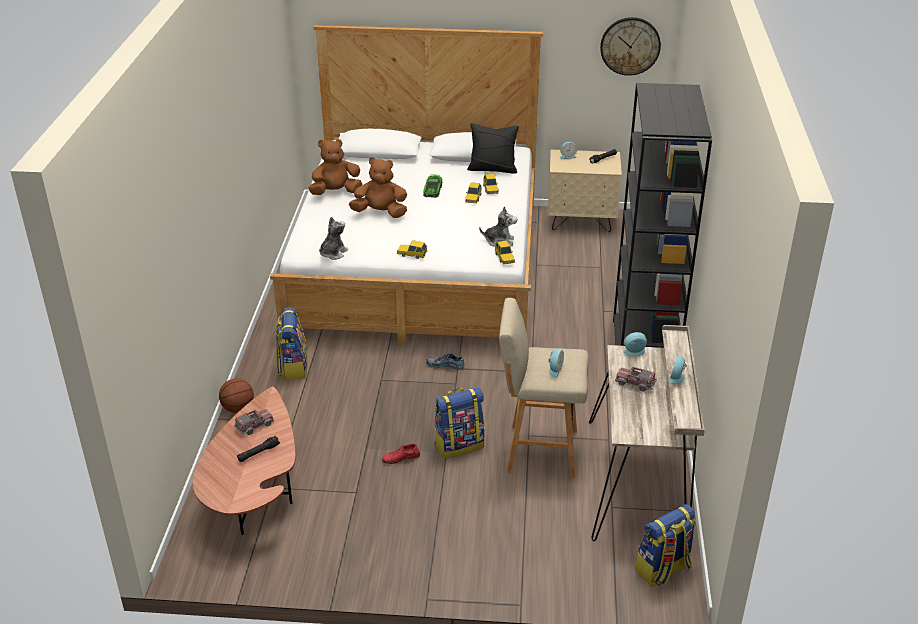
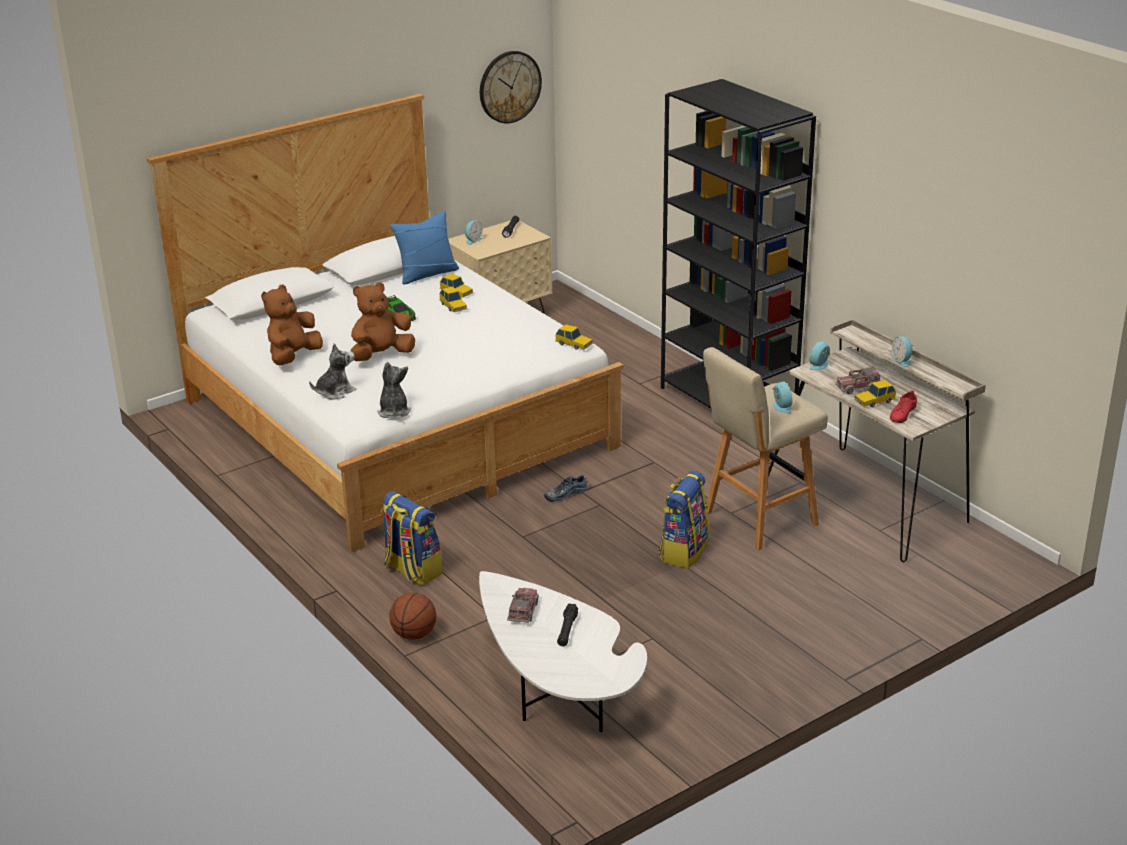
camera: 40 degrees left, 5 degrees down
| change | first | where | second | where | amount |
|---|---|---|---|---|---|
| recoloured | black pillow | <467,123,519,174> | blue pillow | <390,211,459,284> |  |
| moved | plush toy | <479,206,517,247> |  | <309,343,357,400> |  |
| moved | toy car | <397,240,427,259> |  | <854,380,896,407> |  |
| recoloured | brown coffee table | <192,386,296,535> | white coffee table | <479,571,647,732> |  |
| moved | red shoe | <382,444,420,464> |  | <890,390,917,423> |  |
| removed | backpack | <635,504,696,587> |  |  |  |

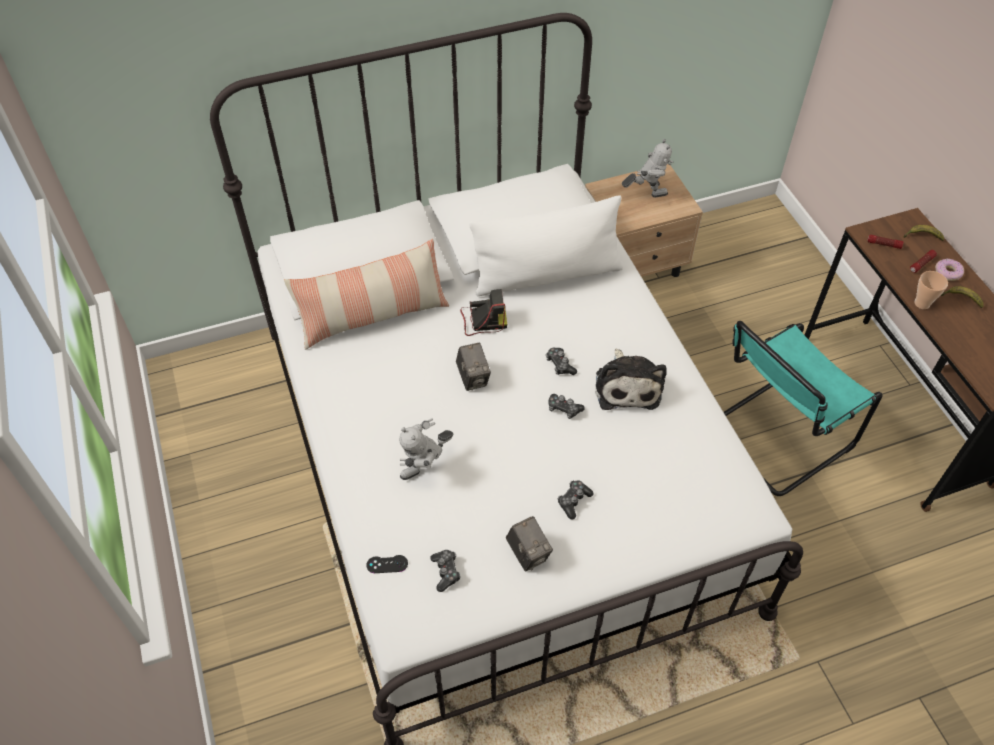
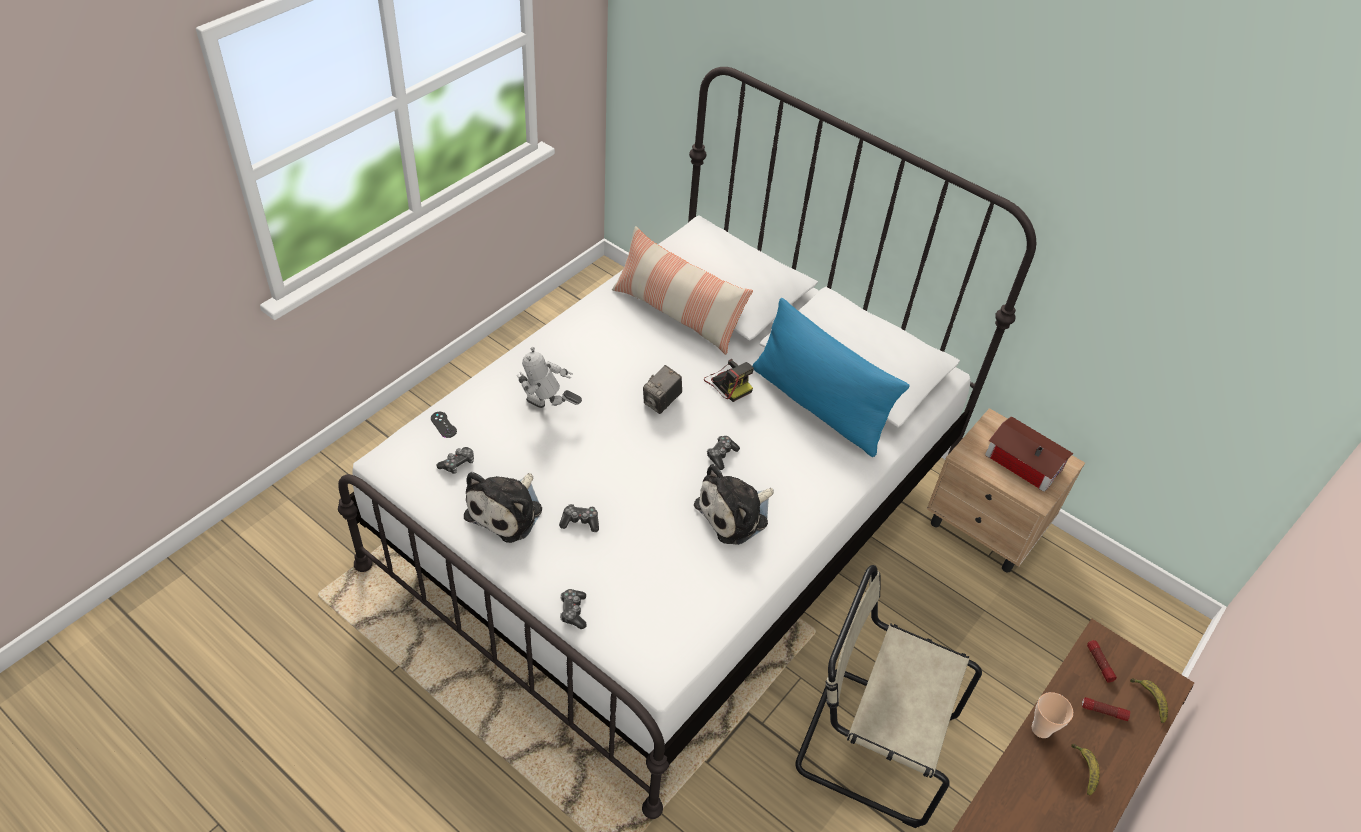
camera: 55 degrees right, 5 degrees down
| change | first | where | second | where | amount |
|---|---|---|---|---|---|
| replaced | toy robot | <622,139,673,198> | toy house | <985,416,1074,492> |  |
| recoloured | white pillow | <469,196,623,296> | blue pillow | <752,298,910,457> |  |
| removed | donut | <935,259,964,281> |  |  |  |
| recoloured | turquoise chair | <724,321,883,496> | beige chair | <795,565,982,828> |  |
| moved | game controller | <548,394,585,419> |  | <560,589,587,629> |  |
| replaced | photo camera | <506,516,553,572> | plush toy | <464,472,542,543> |  |

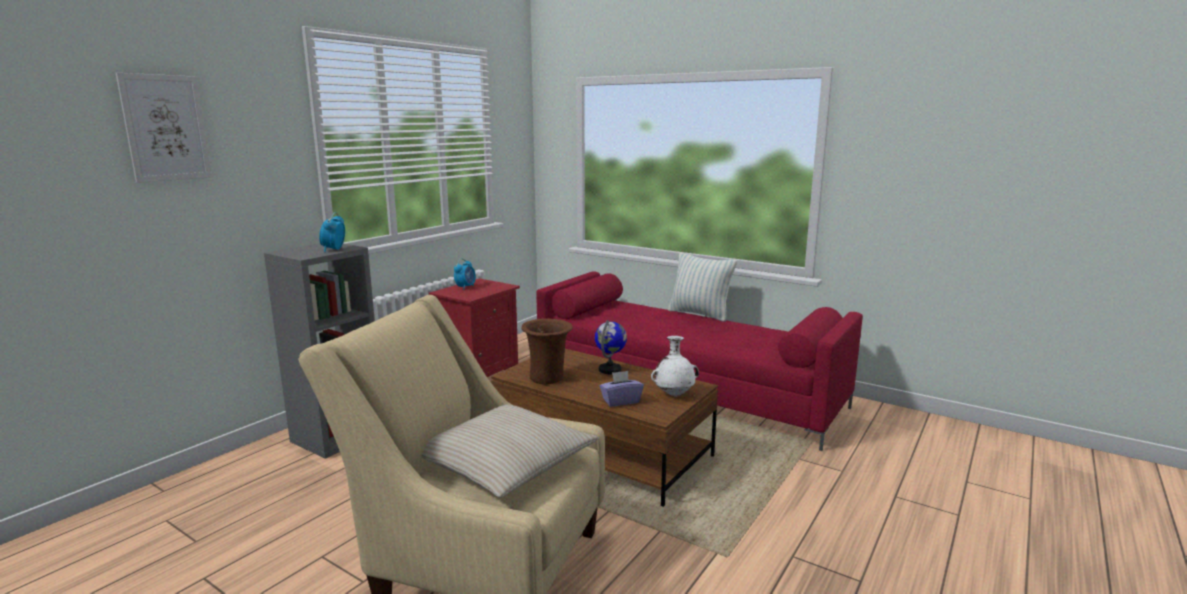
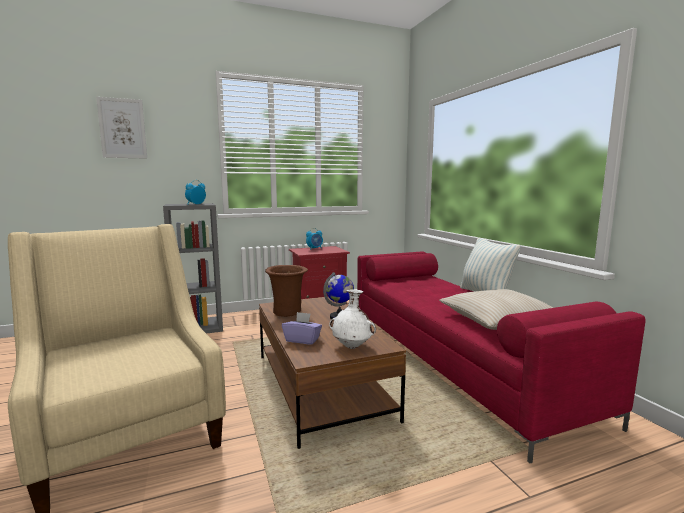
camera: 35 degrees right, 5 degrees down
| change | first | where | second | where | amount |
|---|---|---|---|---|---|
| moved | beige pillow | <421,404,599,498> |  | <439,289,553,330> |  |

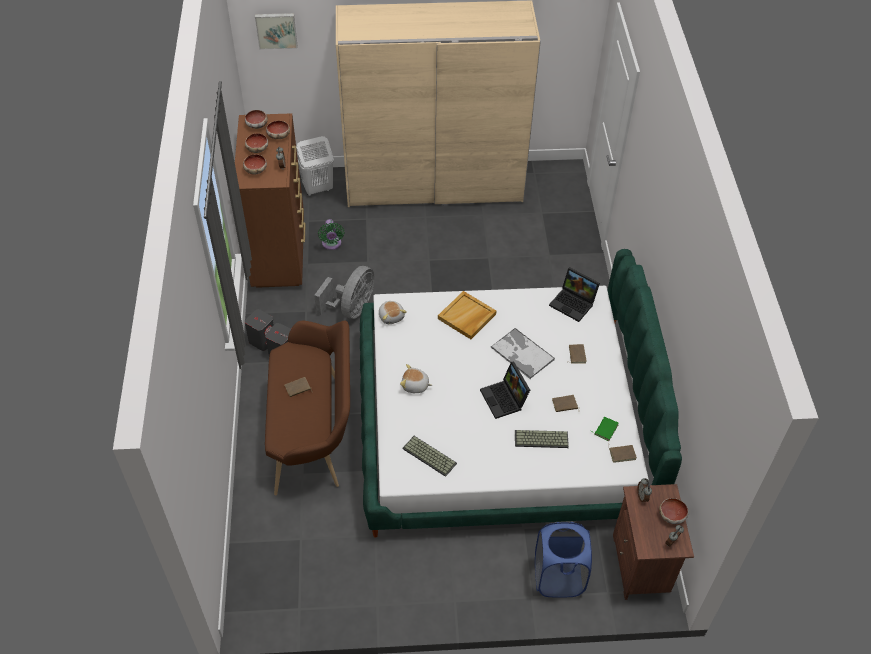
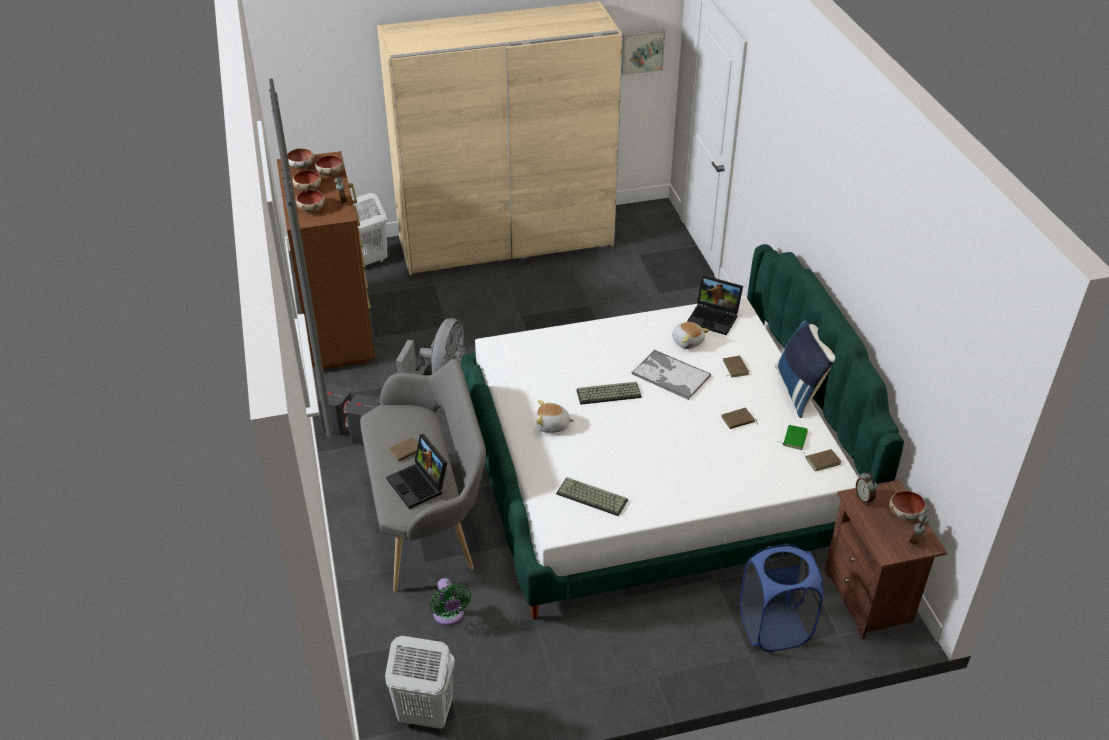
camera: 10 degrees left, 10 degrees down
| change | first | where | second | where | amount |
|---|---|---|---|---|---|
| moved | picture | <255,13,297,49> |  | <621,29,665,75> |  |
| moved | green fan | <318,219,345,250> |  | <430,578,471,626> |  |
| removed | beige tray | <438,291,496,339> |  |  |  |
| moved | plush toy | <379,301,407,324> |  | <672,322,709,349> |  |
| recoloured | brown bench | <265,321,350,495> | grey bench | <360,359,486,592> |  |
| moved | laptop | <480,361,530,419> |  | <386,434,447,509> |  |
| moved | keyboard | <515,430,569,448> |  | <576,382,642,405> |  |
| added |  |  | blue pillow | <775,321,835,418> |  |
| added |  |  | white laundry basket | <385,636,455,729> |  |

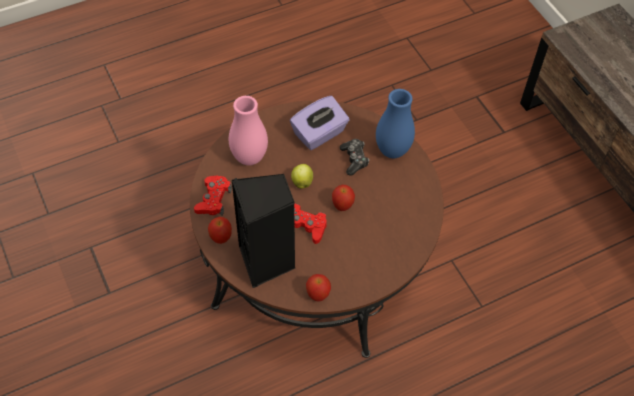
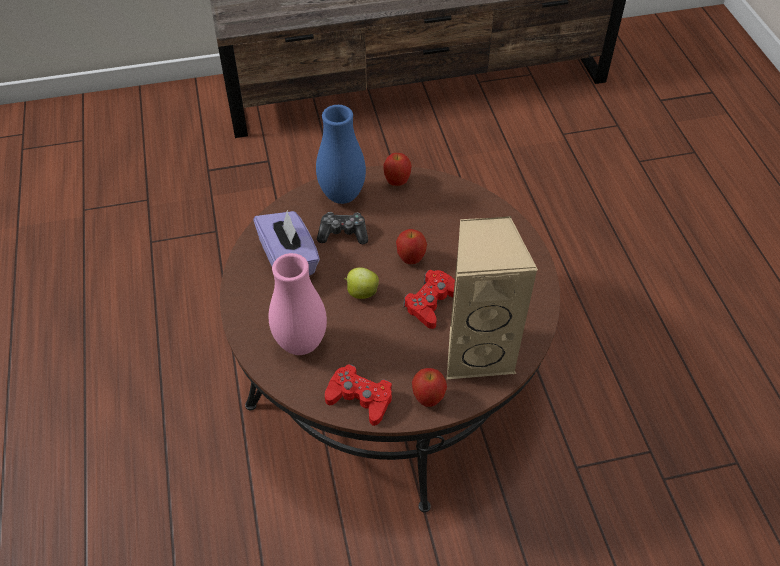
camera: 75 degrees left, 5 degrees down
| change | first | where | second | where | amount |
|---|---|---|---|---|---|
| recoloured | black speaker | <232,174,295,288> | beige speaker | <447,216,538,379> |  |
| moved | apple | <306,274,331,301> |  | <383,153,412,186> |  |

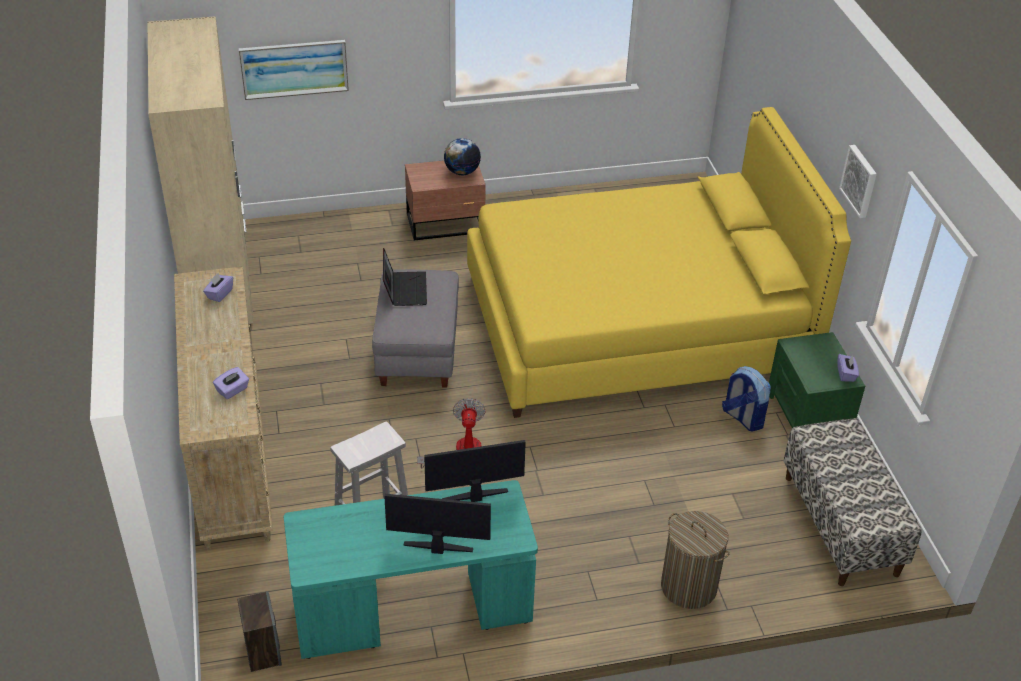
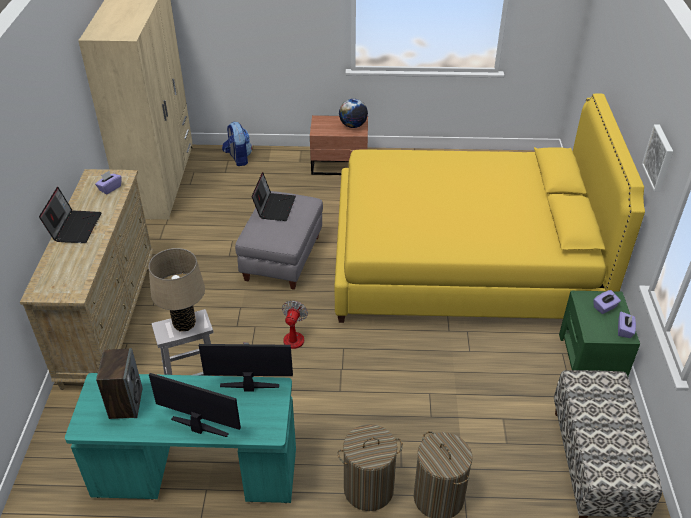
camera: 15 degrees right, 0 degrees up
| change | first | where | second | where | amount |
|---|---|---|---|---|---|
| removed | picture | <239,40,349,100> |  |  |  |
| moved | backpack | <722,366,771,432> |  | <222,122,252,166> |  |
| moved | purple tissue box | <213,367,249,399> |  | <594,290,621,314> |  |
| moved | speaker | <237,591,282,672> |  | <96,348,142,419> |  |
| added |  |  | laptop | <39,187,102,243> |  |
| added |  |  | beige table lamp | <148,248,205,331> |  |
| added |  |  | laundry basket | <338,424,403,511> |  |

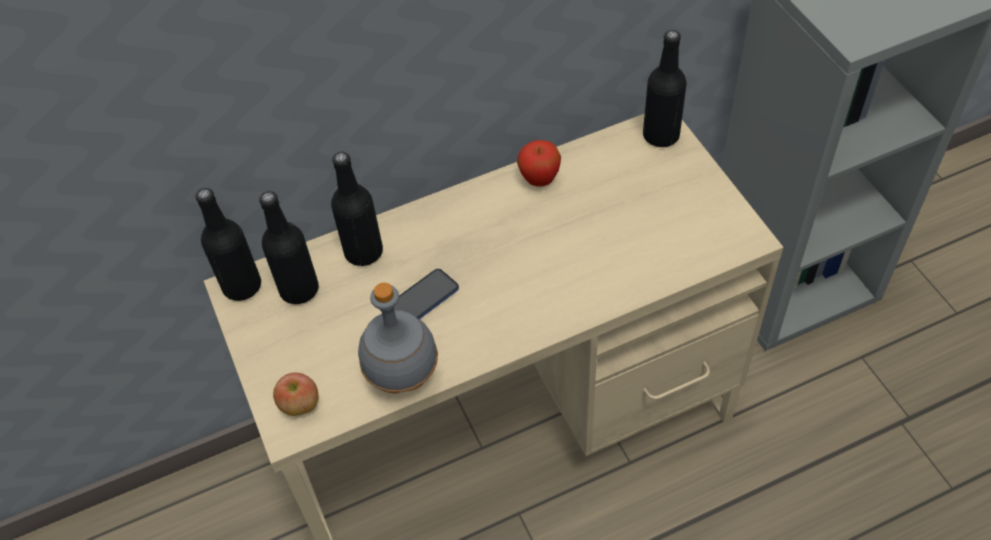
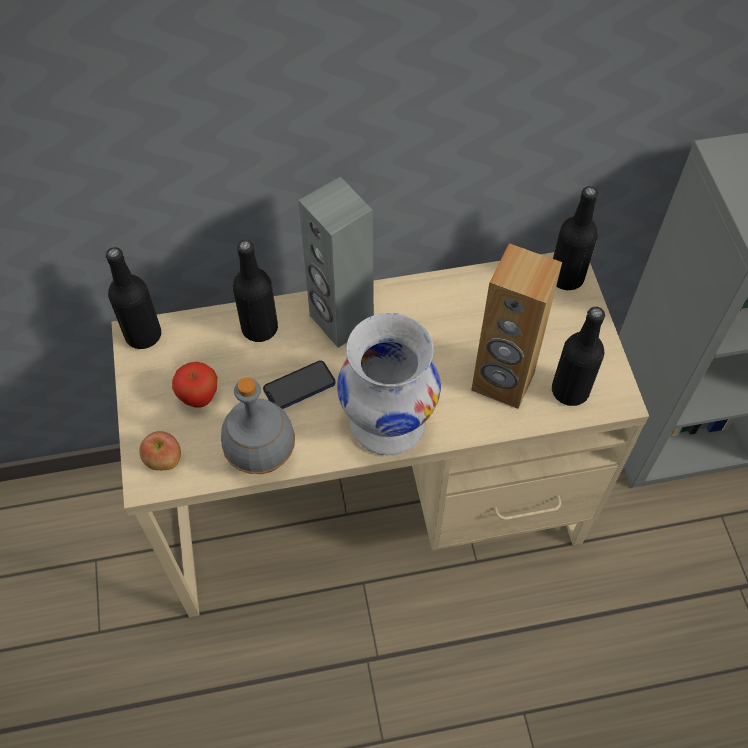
camera: 10 degrees right, 5 degrees up
| change | first | where | second | where | amount |
|---|---|---|---|---|---|
| moved | apple | <517,140,561,187> |  | <172,362,217,408> |  |
| moved | black bottle | <259,191,319,304> |  | <552,307,605,406> |  |
| added |  |  | grey speaker | <298,177,374,348> |  |
| added |  |  | brown speaker | <471,243,562,409> |  |
| added |  |  | white vase | <337,313,441,455> |  |

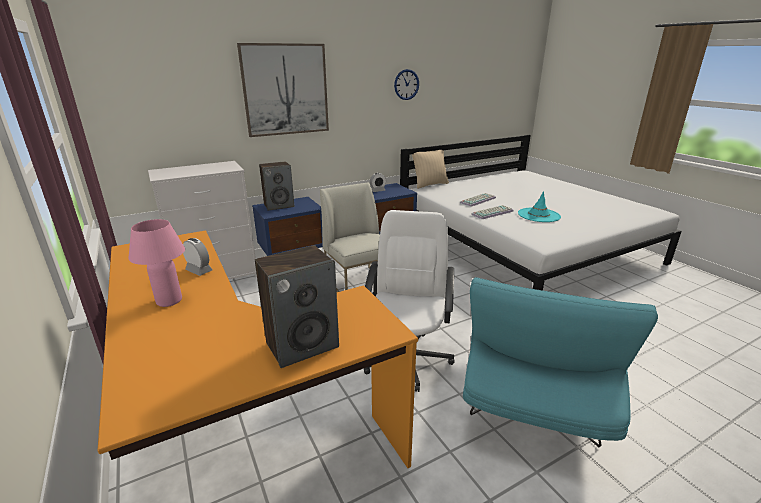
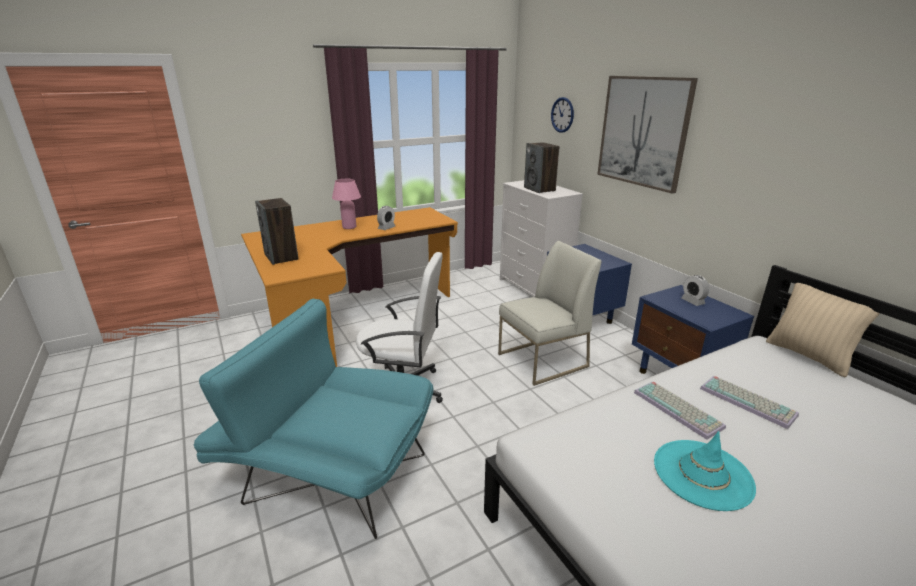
camera: 90 degrees right, 0 degrees up
| change | first | where | second | where | amount |
|---|---|---|---|---|---|
| moved | wall clock | <394,69,419,100> |  | <551,97,574,133> |  |
| moved | speaker | <259,161,294,211> |  | <524,142,560,193> |  |

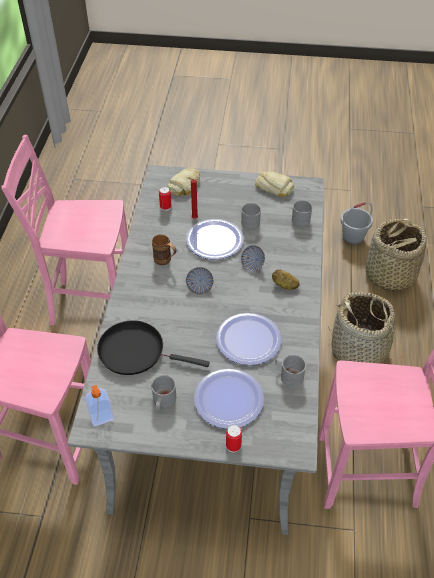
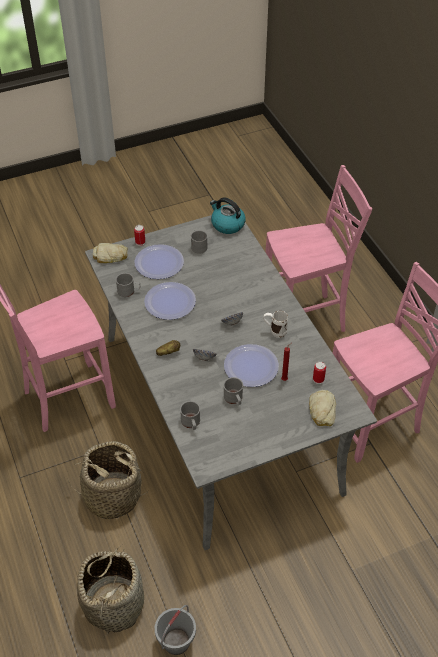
camera: 150 degrees right, 0 degrees up
| change | first | where | second | where | amount |
|---|---|---|---|---|---|
| moved | bread | <255,172,294,197> |  | <93,243,128,263> |  |
| recoloured | brown mug | <152,234,176,265> | white mug | <263,311,288,338> |  |
| removed | black frying pan | <97,321,210,375> |  |  |  |
| replaced | soap dispenser | <85,385,114,427> | kettle | <210,198,246,234> |  |

